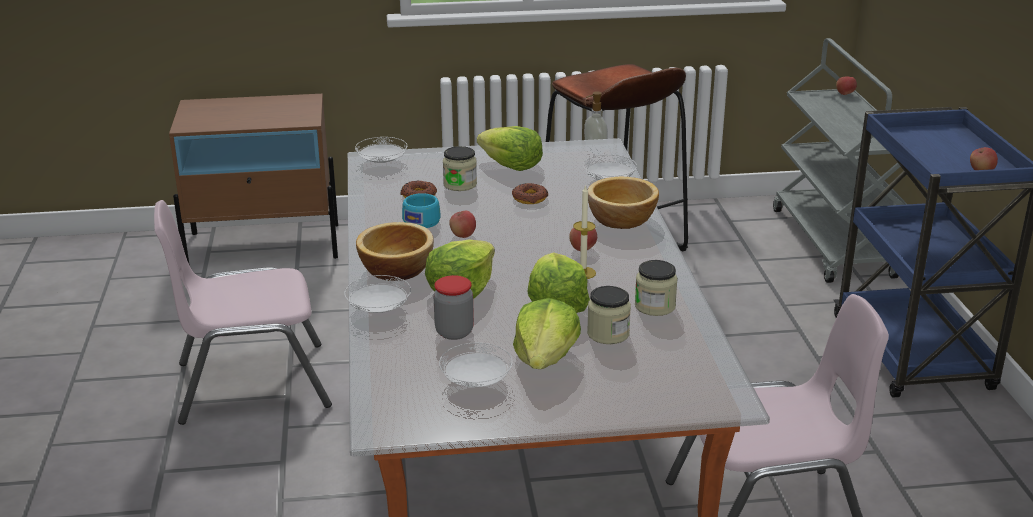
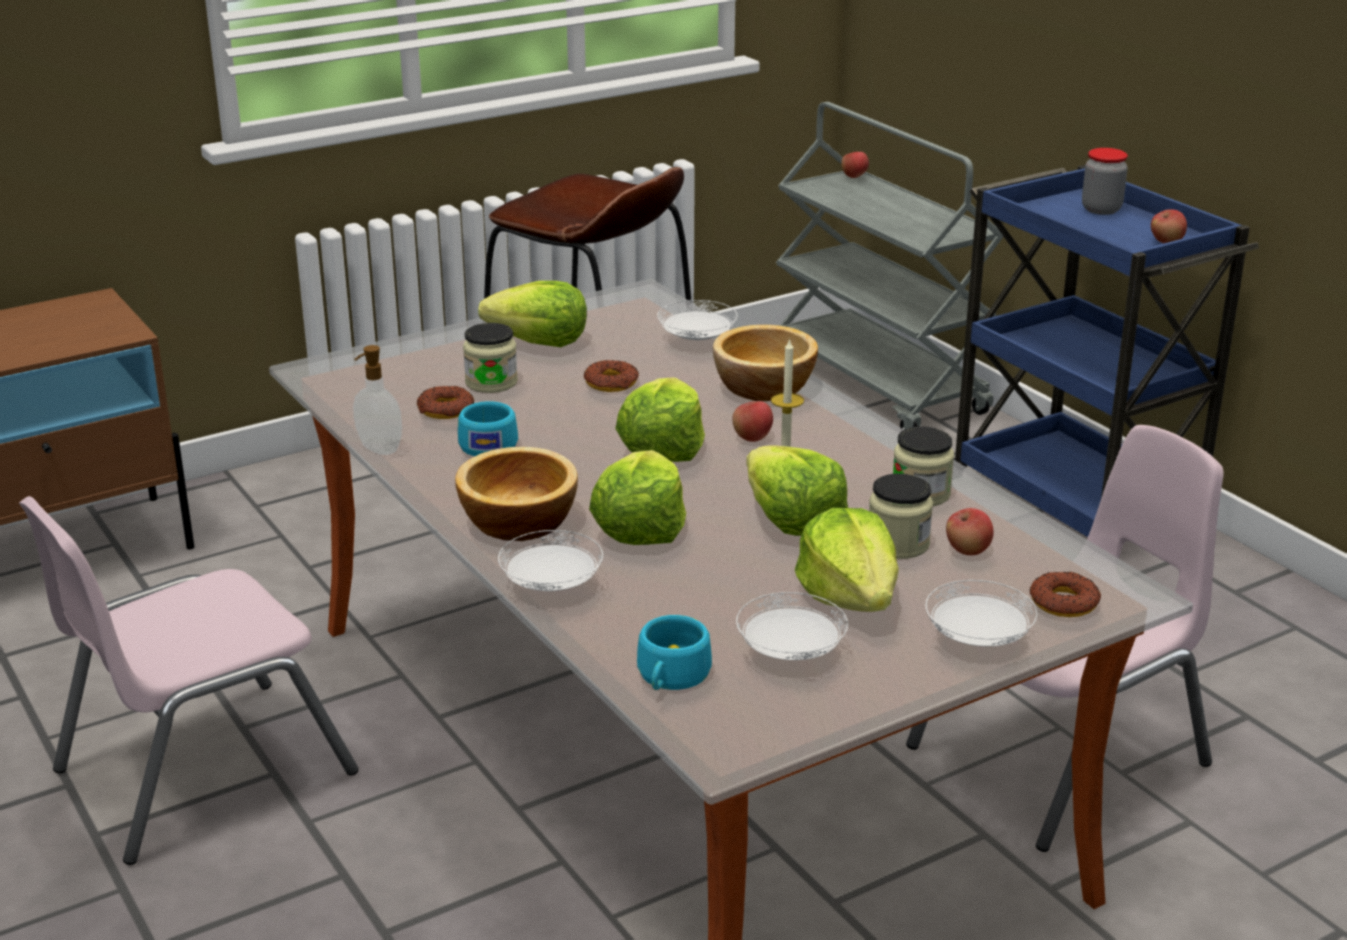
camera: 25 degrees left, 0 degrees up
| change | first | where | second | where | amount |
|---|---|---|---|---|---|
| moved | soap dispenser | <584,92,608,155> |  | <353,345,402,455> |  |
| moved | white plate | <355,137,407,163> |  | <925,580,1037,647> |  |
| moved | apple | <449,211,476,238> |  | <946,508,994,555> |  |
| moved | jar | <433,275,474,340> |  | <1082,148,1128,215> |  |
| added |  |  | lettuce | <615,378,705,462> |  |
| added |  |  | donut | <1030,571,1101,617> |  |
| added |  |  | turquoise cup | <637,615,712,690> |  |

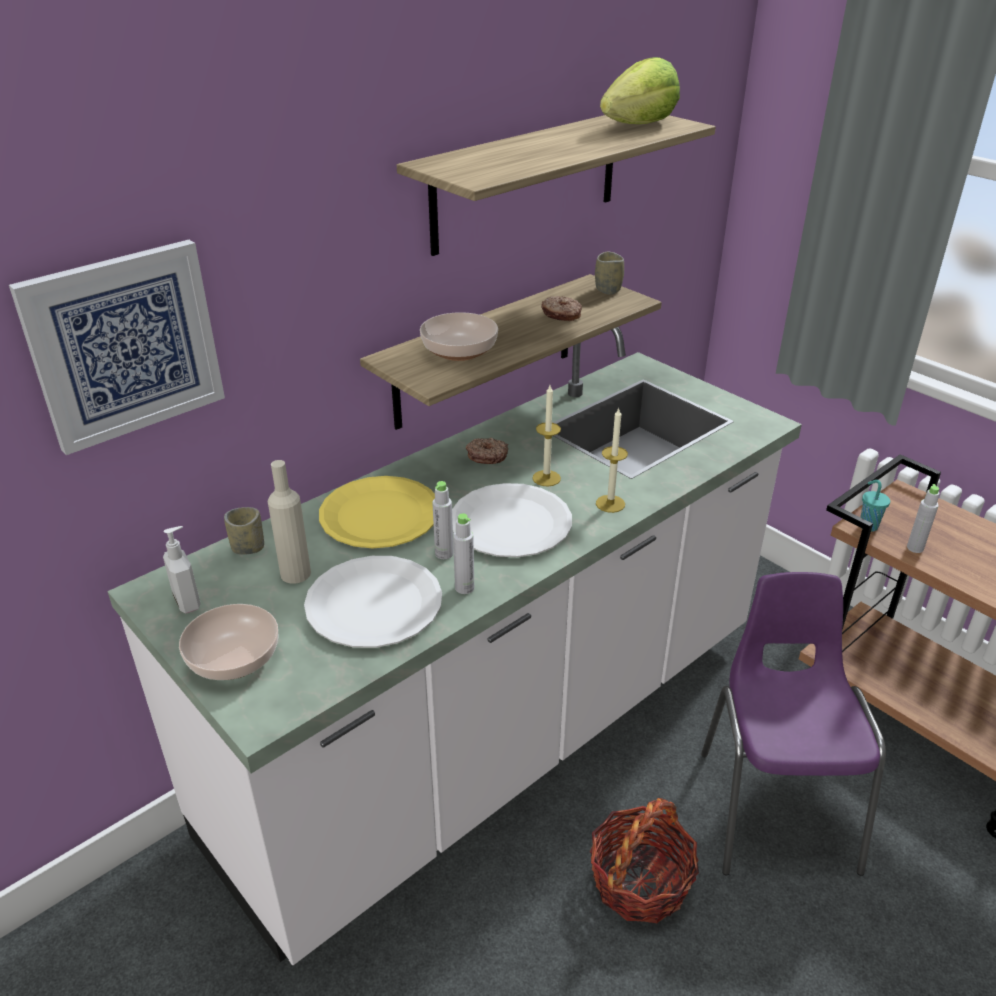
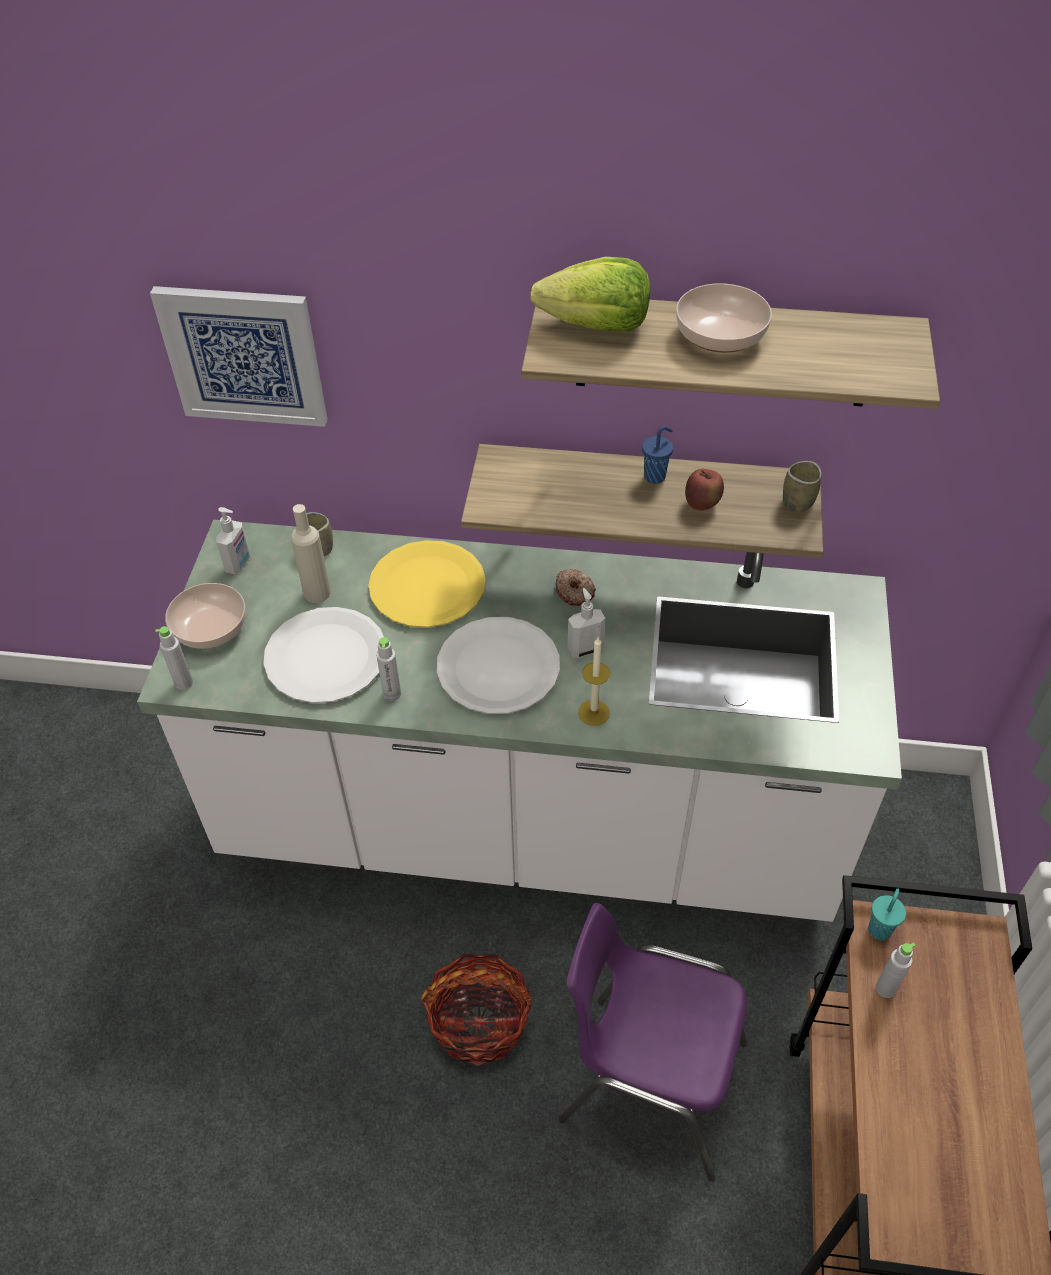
camera: 50 degrees right, 15 degrees up
| change | first | where | second | where | amount |
|---|---|---|---|---|---|
| moved | lettuce | <600,57,680,124> |  | <530,257,650,332> |  |
| replaced | donut | <541,296,582,321> | apple | <685,469,724,511> |  |
| moved | bowl | <420,312,498,361> |  | <676,283,772,353> |  |
| replaced | candle | <532,385,561,487> | soap dispenser | <568,588,605,658> |  |
| moved | grey bottle | <432,481,454,559> |  | <155,626,193,690> |  |
| turned | purple chair | <701,572,886,876> |  | <559,903,747,1182> | 120 degrees counterclockwise |
| added |  |  | blue cup | <642,426,673,484> |  |

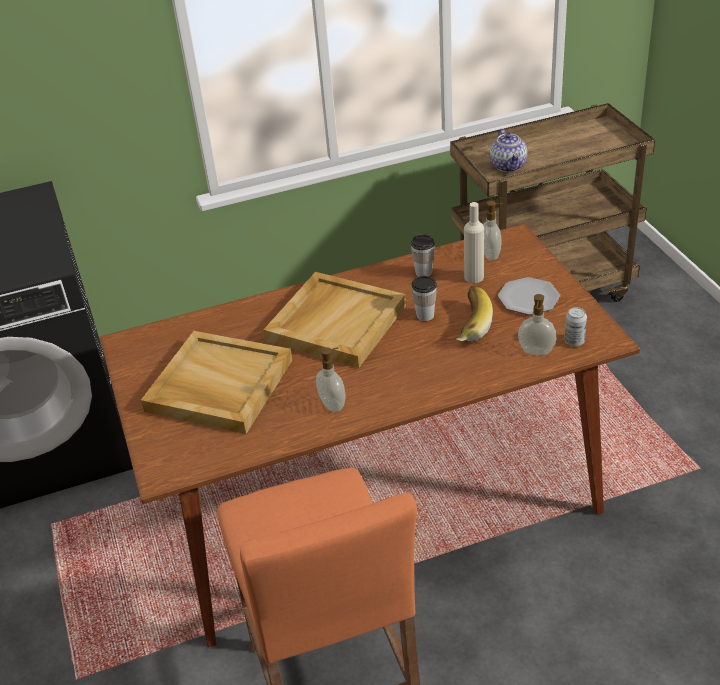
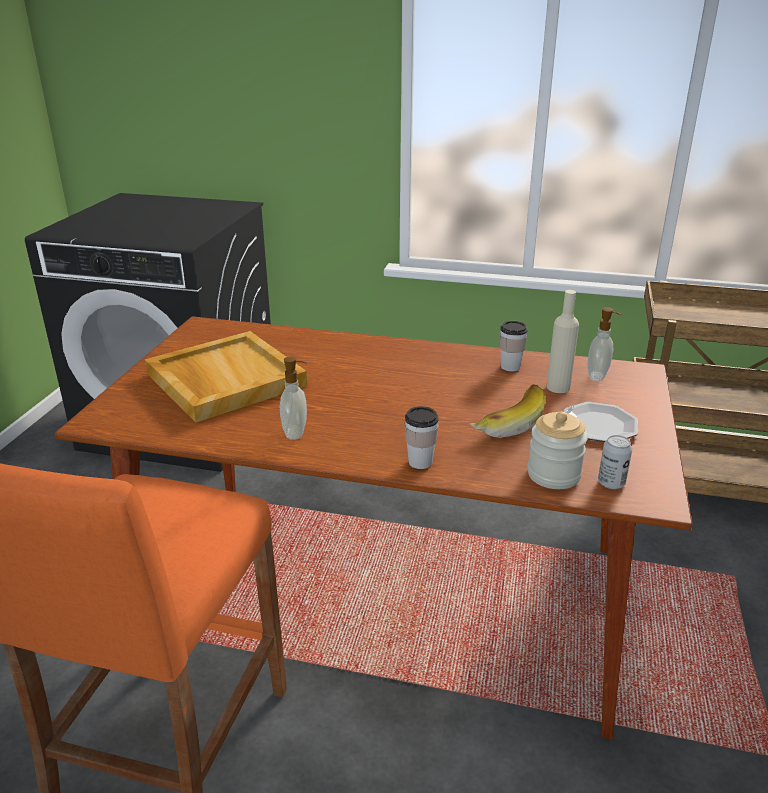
camera: 30 degrees right, 10 degrees down
| change | first | where | second | where | amount |
|---|---|---|---|---|---|
| removed | teapot | <490,128,527,172> |  |  |  |
| removed | beige tray | <263,272,406,368> |  |  |  |
| moved | cup | <412,276,437,321> |  | <405,406,439,469> |  |
| replaced | soap dispenser | <518,294,557,356> | jar | <527,411,588,489> |  |

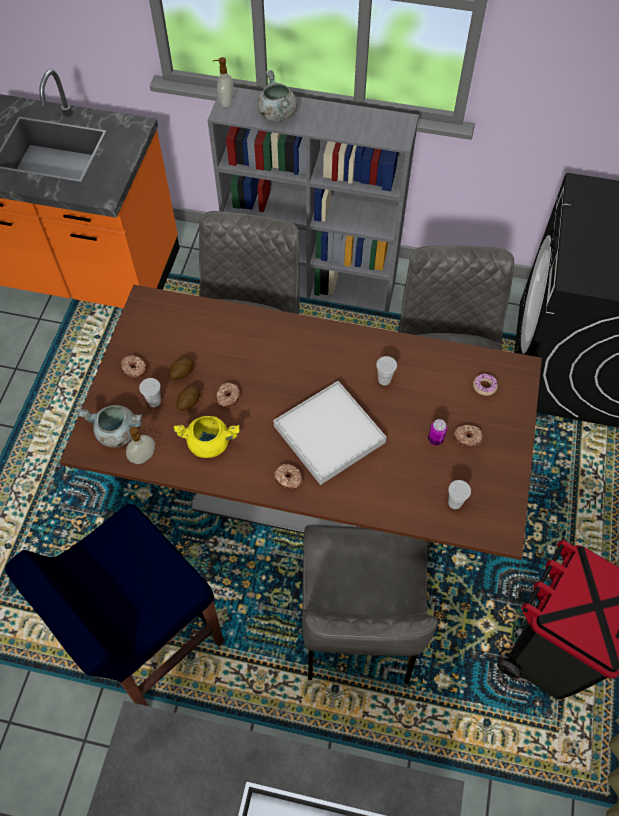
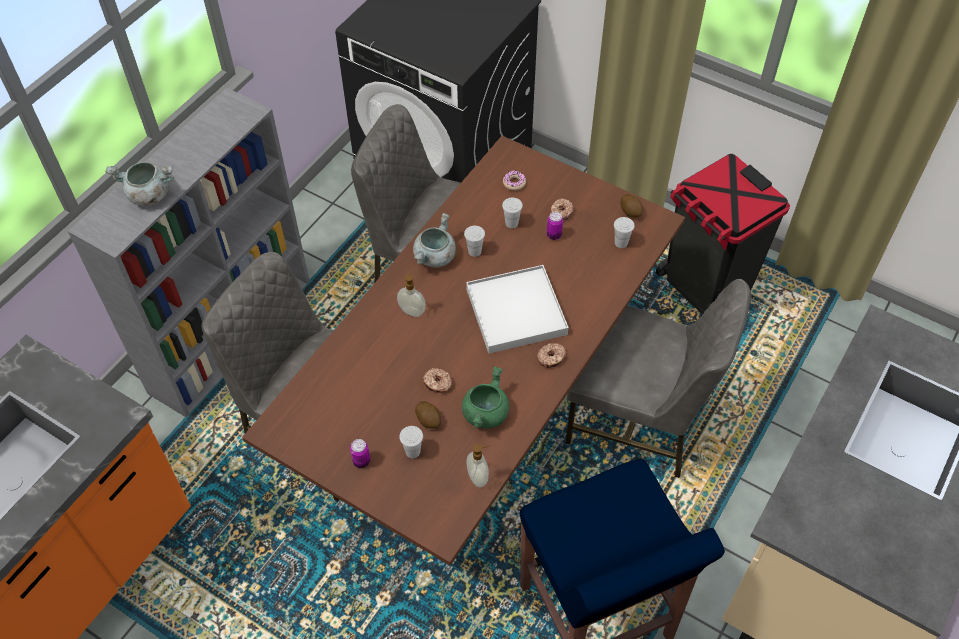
camera: 70 degrees left, 5 degrees down
| change | first | where | second | where | amount |
|---|---|---|---|---|---|
| moved | soap dispenser | <213,57,234,107> |  | <397,274,426,317> |  |
| replaced | donut | <121,355,147,379> | can | <350,439,370,468> |  |
| moved | potato | <169,357,193,380> |  | <620,194,643,218> |  |
| moved | grey cooking pot | <78,405,142,448> |  | <413,213,456,268> |  |
| recoloured | yellow cooking pot | <174,416,240,458> | green cooking pot | <462,366,509,429> |  |
| added |  |  | white cup | <502,198,523,229> |  |

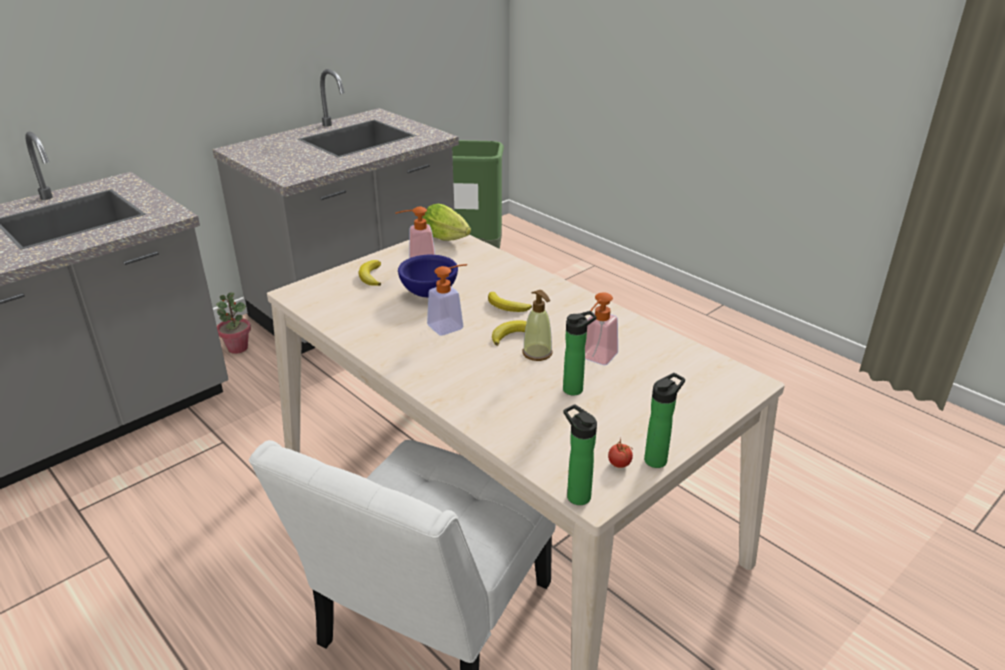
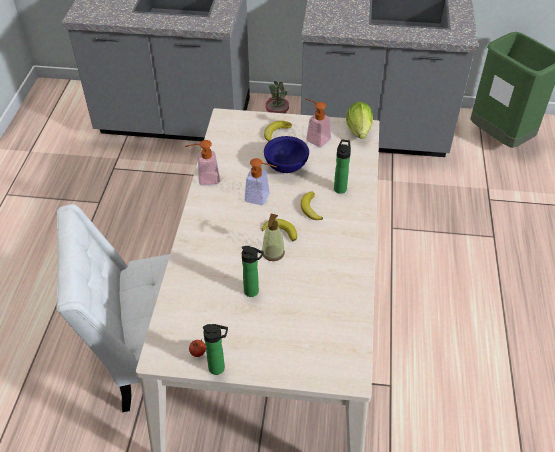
camera: 50 degrees right, 15 degrees up
| change | first | where | second | where | amount |
|---|---|---|---|---|---|
| moved | soap dispenser | <585,292,618,365> |  | <185,140,220,186> |  |
| moved | bottle | <564,404,597,505> |  | <334,140,351,194> |  |

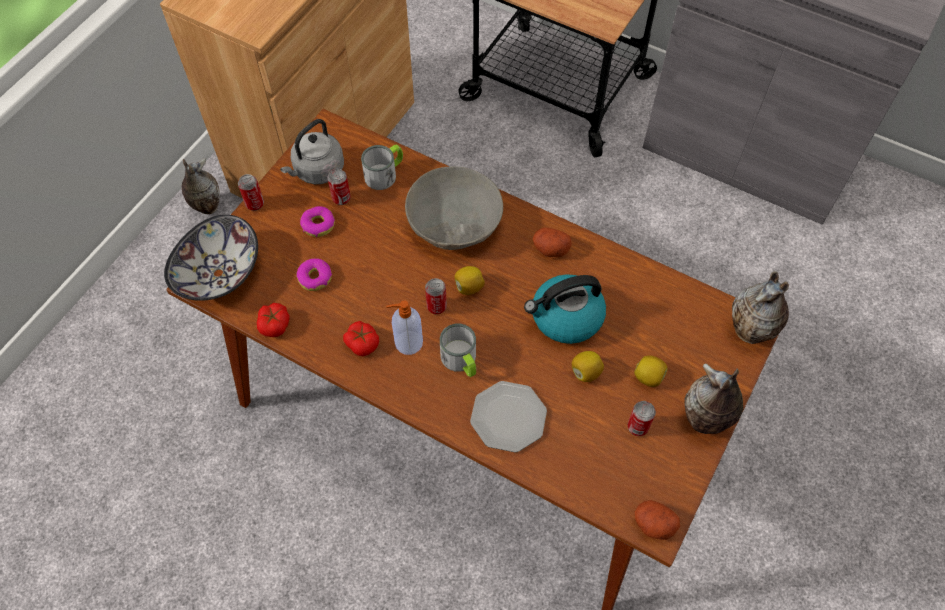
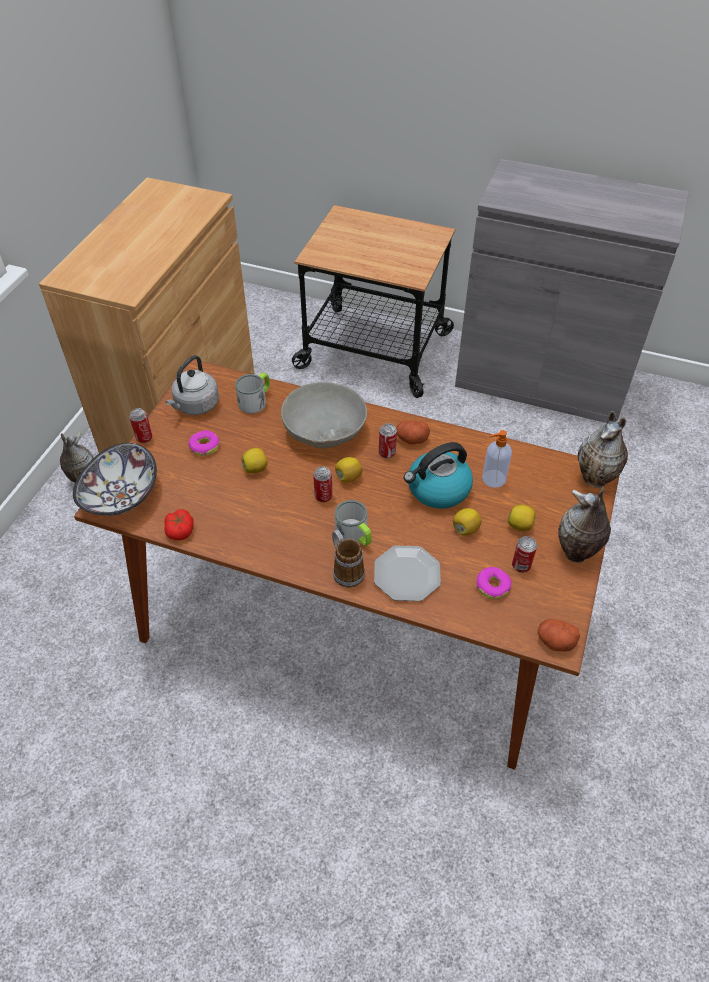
camera: 10 degrees left, 10 degrees down
| change | first | where | second | where | amount |
|---|---|---|---|---|---|
| moved | can | <327,169,351,205> |  | <379,423,397,458> |  |
| moved | donut | <297,258,332,291> |  | <476,567,512,600> |  |
| moved | soap dispenser | <386,301,423,355> |  | <482,430,512,488> |  |
| removed | tomato | <343,321,379,356> |  |  |  |
| added |  |  | lemon | <242,448,267,473> |  |
| added |  |  | mug | <332,530,365,588> |  |

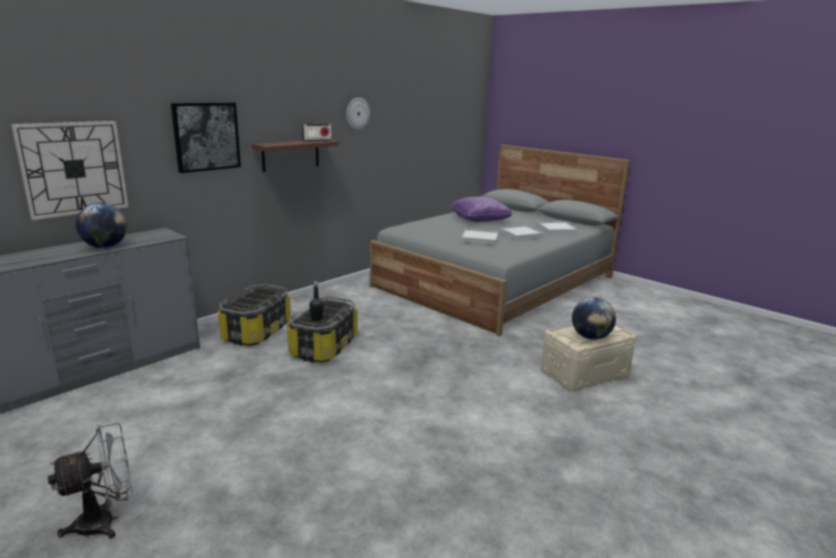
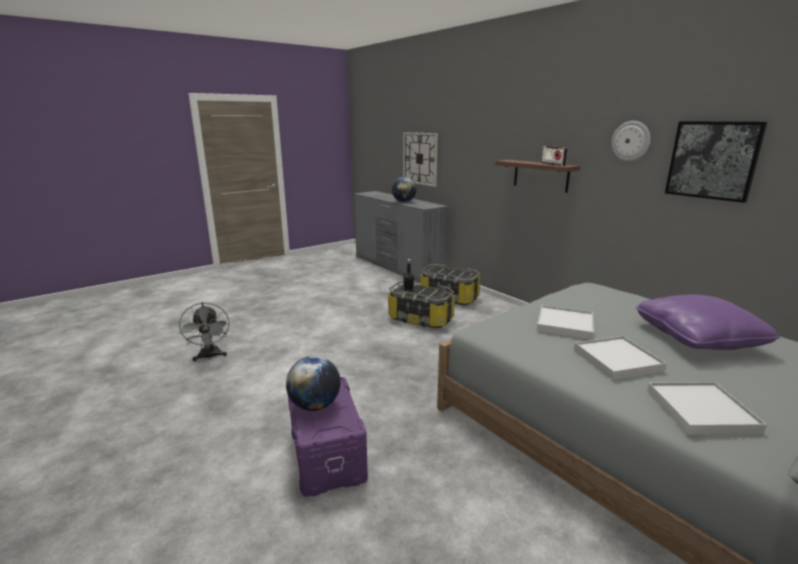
camera: 100 degrees right, 0 degrees up
| change | first | where | second | where | amount |
|---|---|---|---|---|---|
| moved | picture | <171,103,241,173> |  | <665,121,767,203> |  |
| recoloured | beige storage box | <541,325,636,391> | purple storage box | <288,377,368,497> |  |
| moved | grey fan | <48,423,132,539> |  | <179,302,229,361> |  |

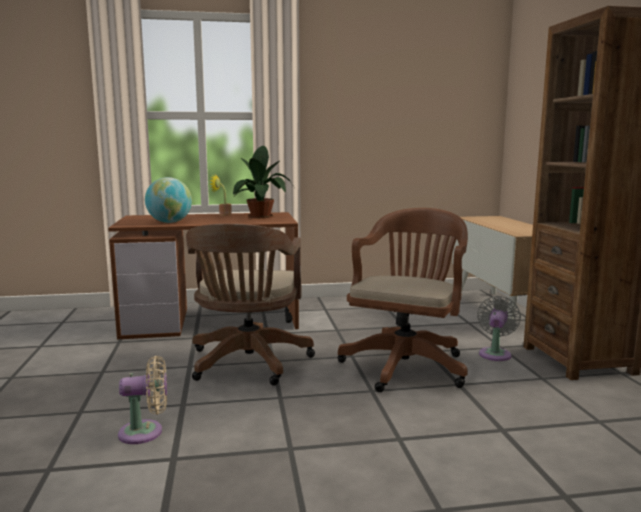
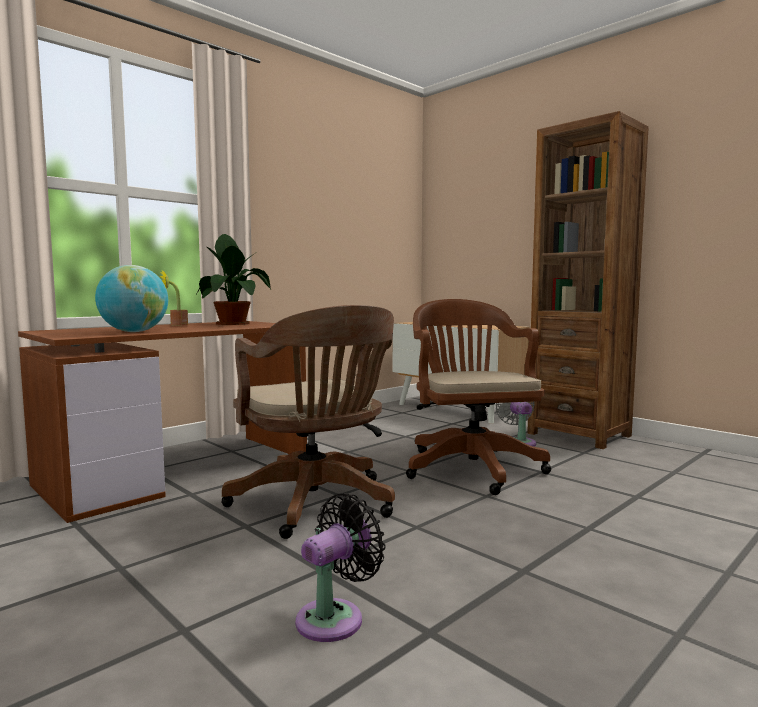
camera: 35 degrees left, 5 degrees down
| change | first | where | second | where | amount |
|---|---|---|---|---|---|
| recoloured | beige fan | <118,356,167,444> | black fan | <296,493,386,642> |  |

